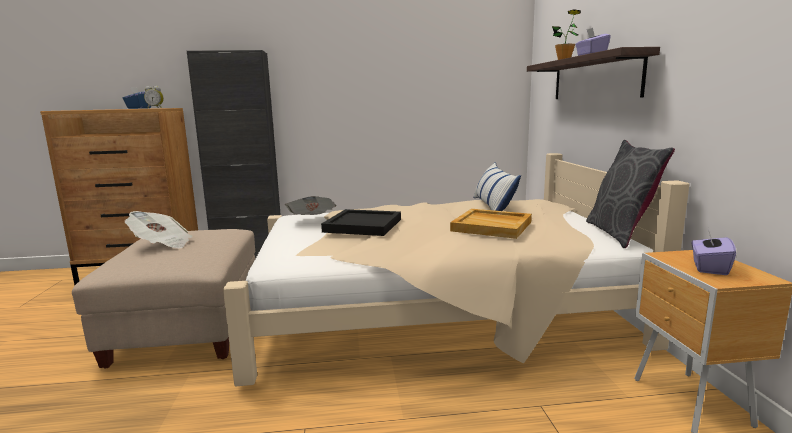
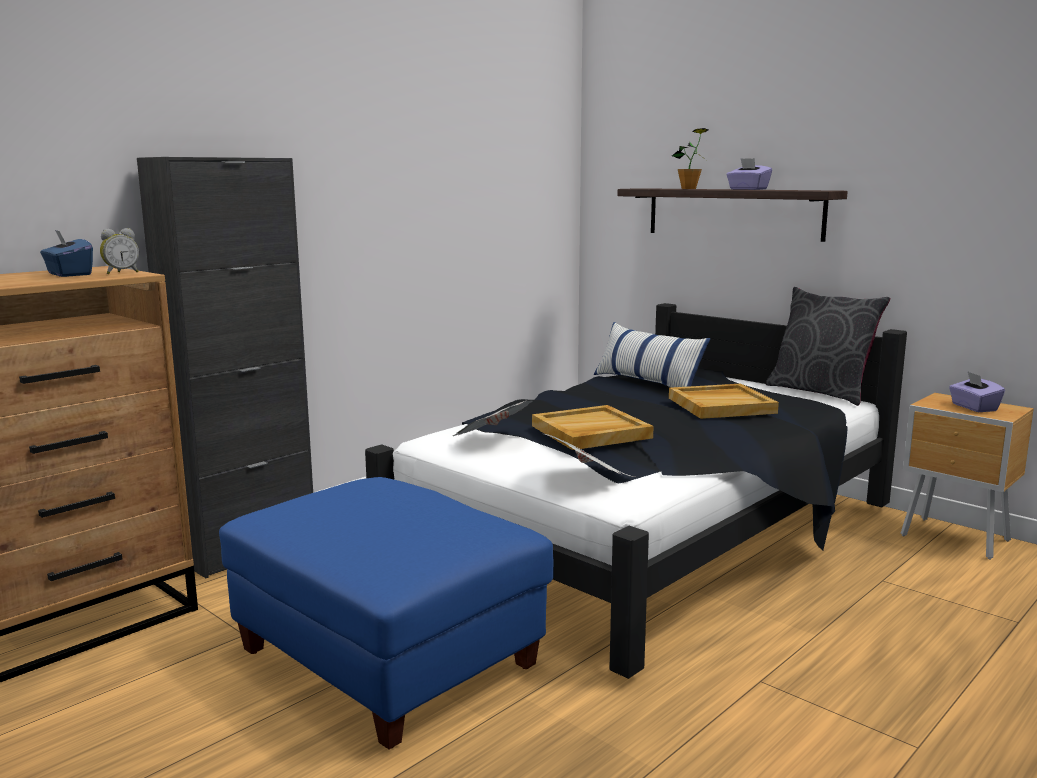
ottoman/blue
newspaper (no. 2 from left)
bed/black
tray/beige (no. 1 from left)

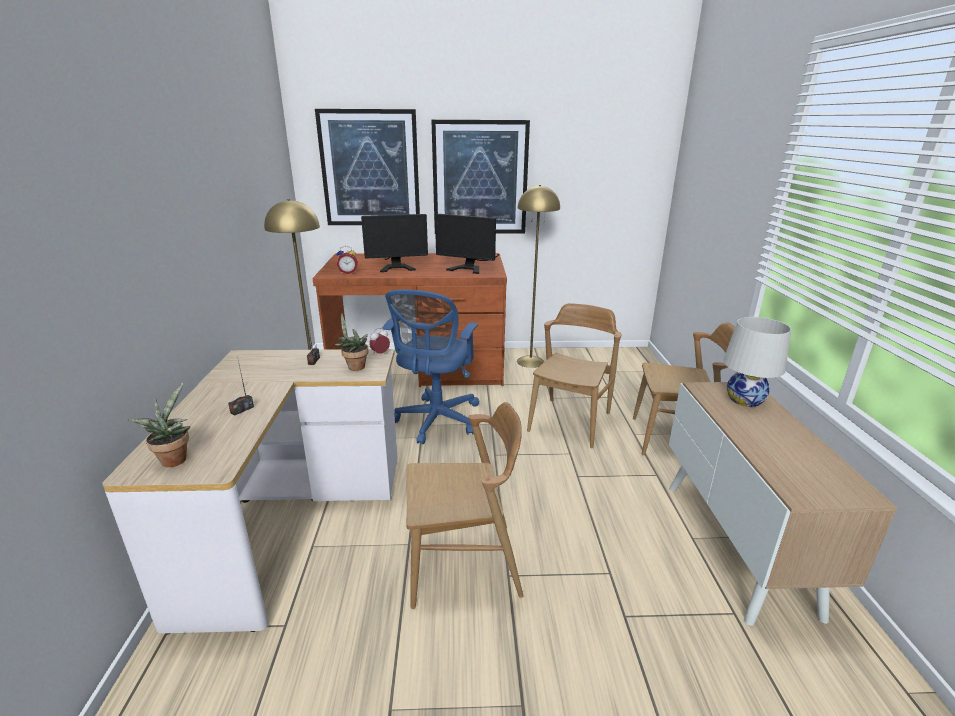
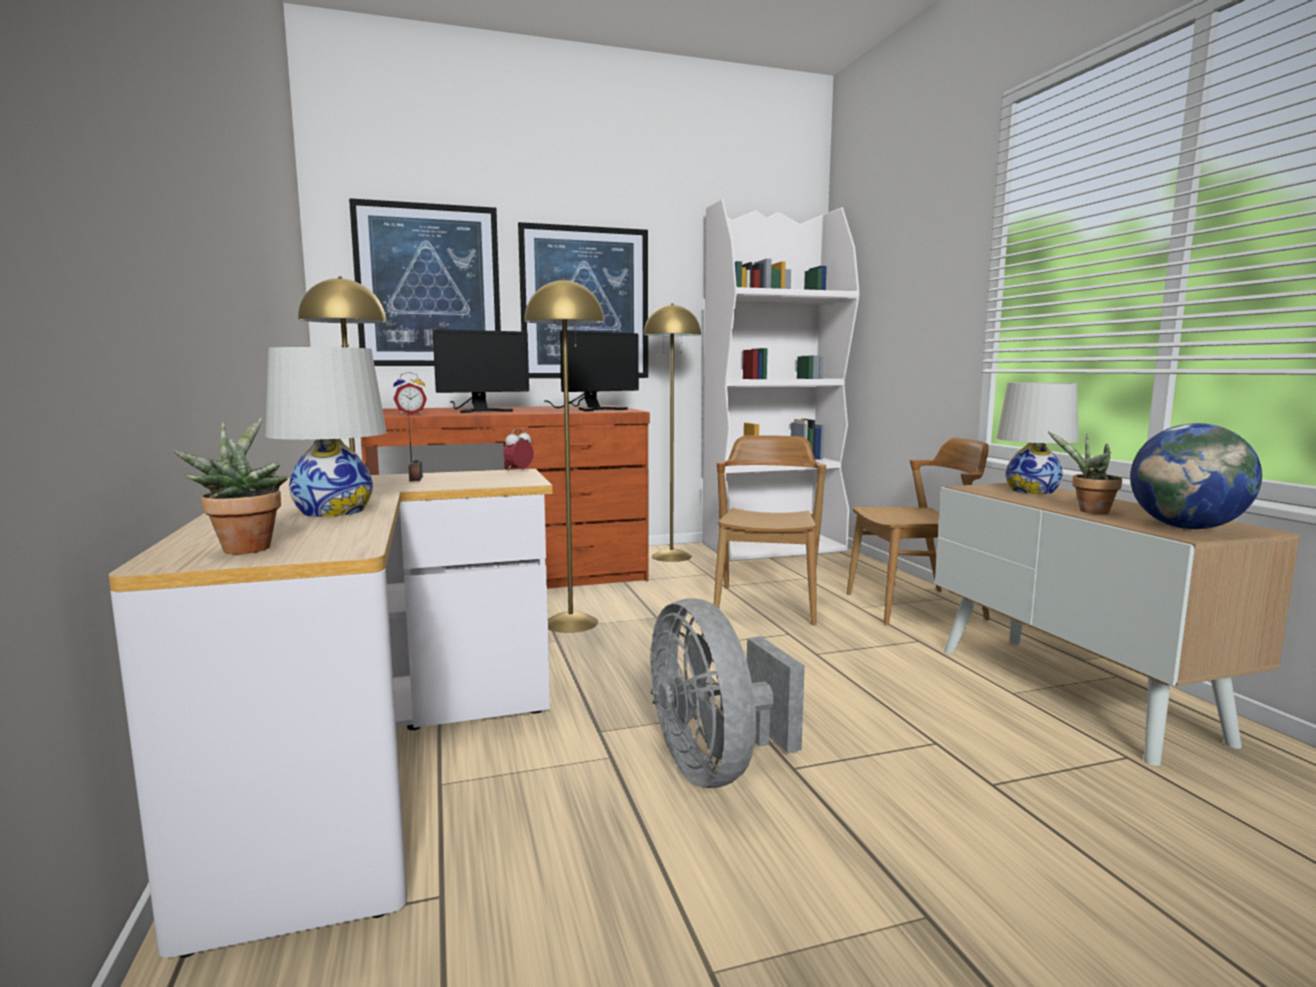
table lamp/white (no. 1 from left)
potted plant (no. 2 from left)
floor lamp/yellow (no. 2 from left)
fan/grey
monitor (no. 2 from left)
bookcase/white
globe

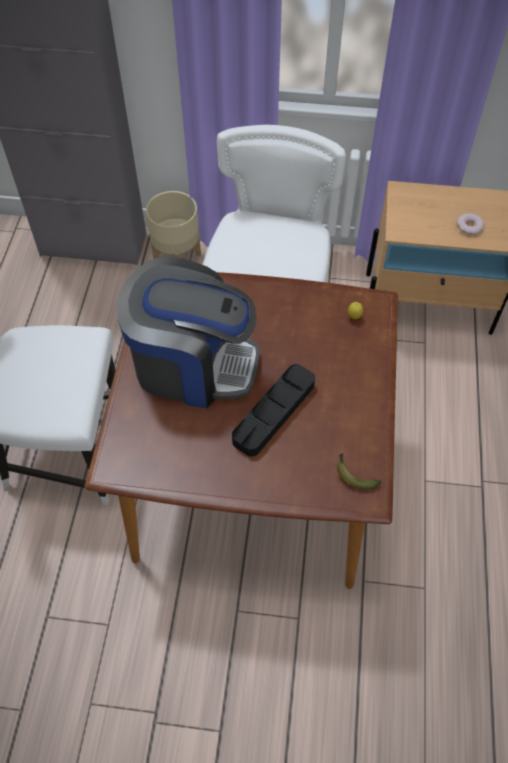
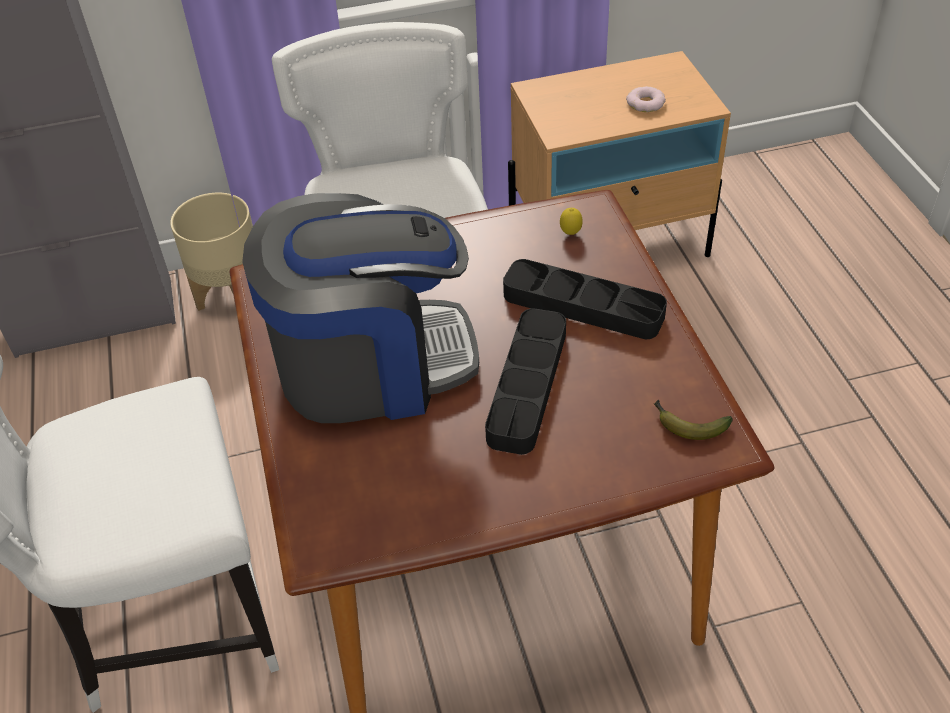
tray/black (no. 2 from left)

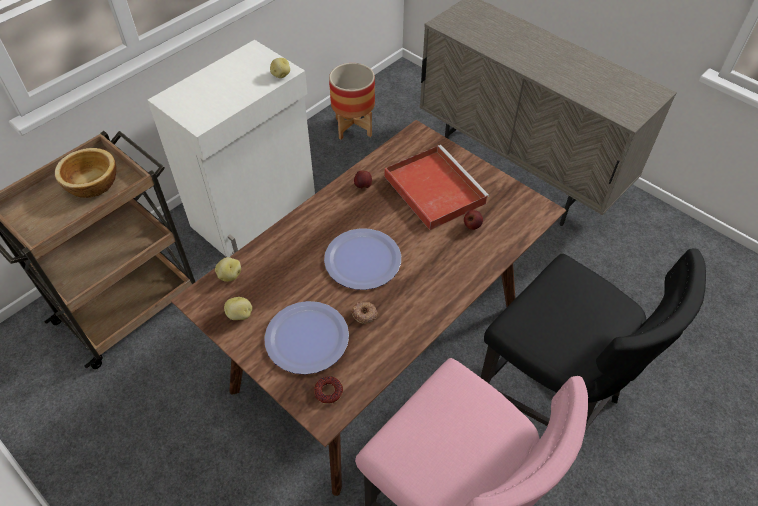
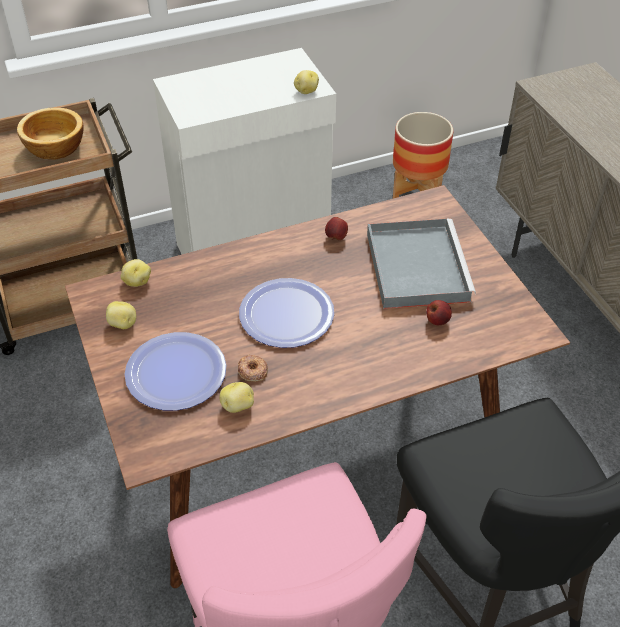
donut (no. 1 from left in the first image)
tray/grey
potato (no. 3 from left)

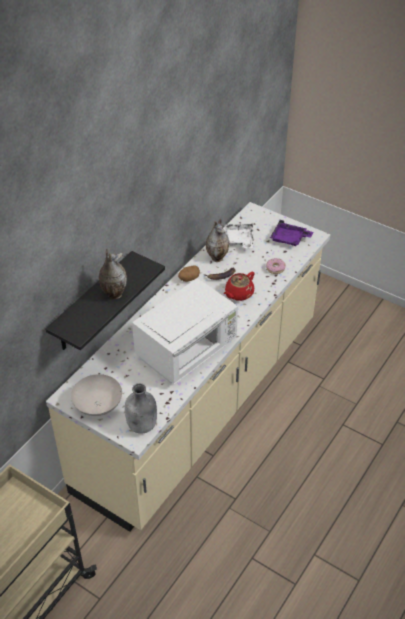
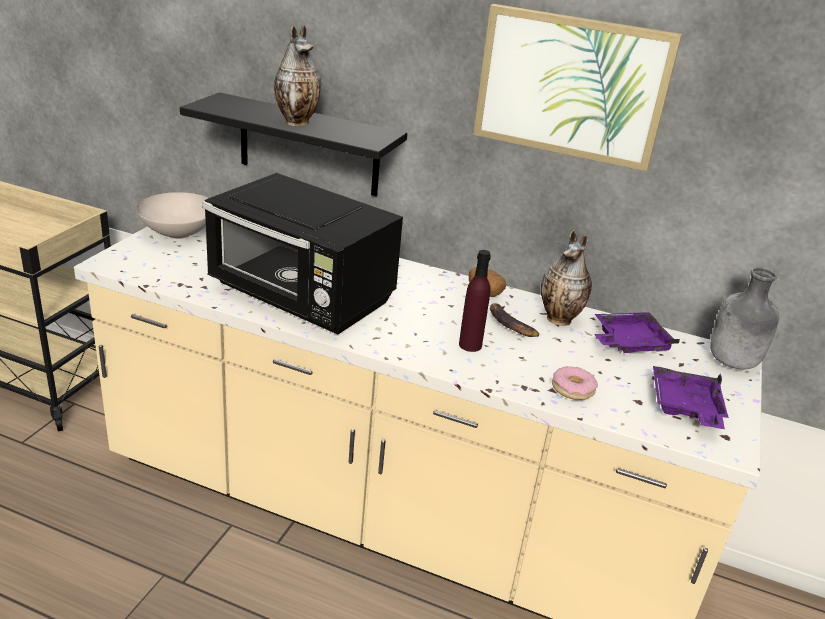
bottle/grey
microwave/black
bottle/purple
tray/purple (no. 1 from left)
picture

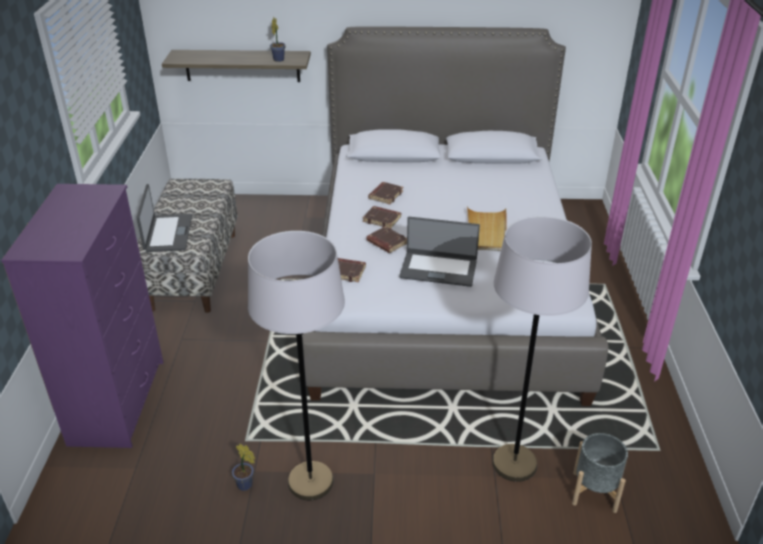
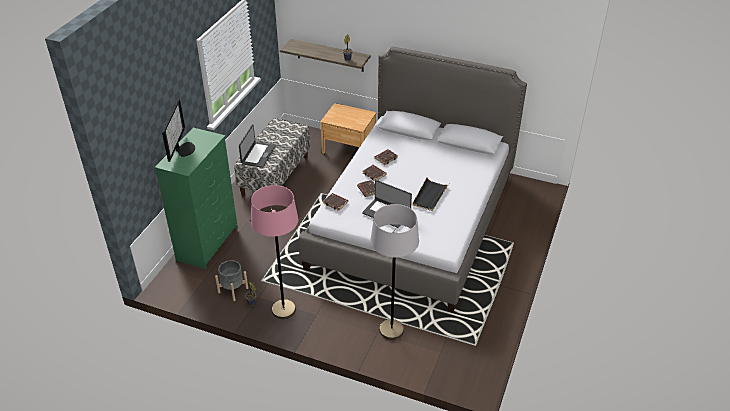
dresser/green
floor lamp/pink
tray/black
planter/grey
monitor
nightstand/brown

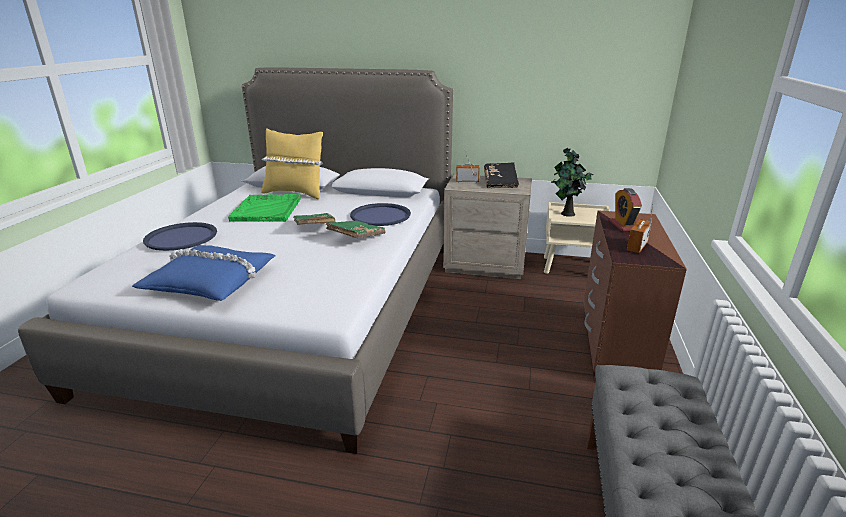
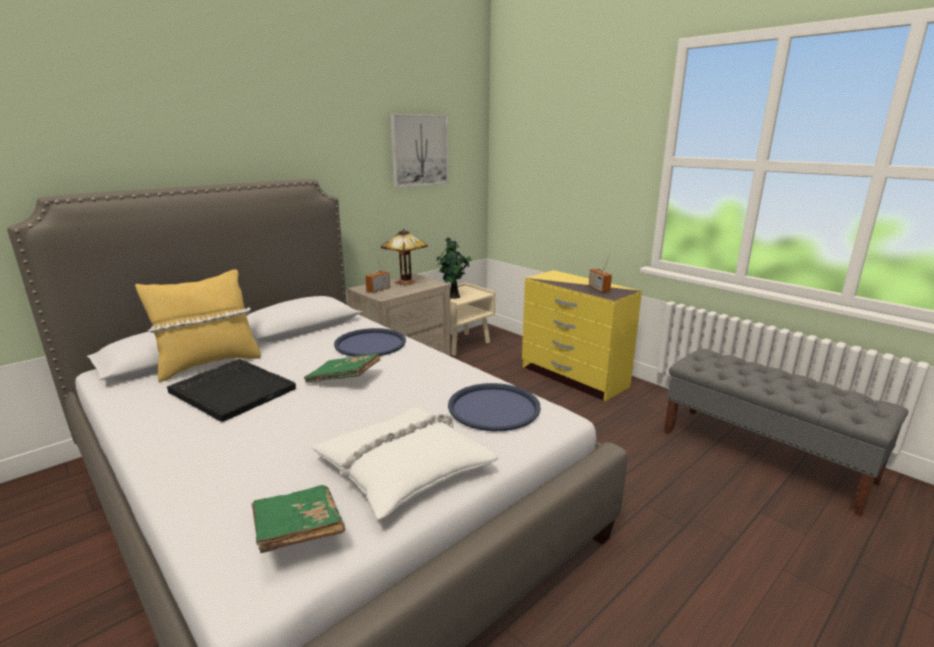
pillow/white
tray/blue (no. 2 from left)
tray/black
book/green (no. 1 from left)
table lamp
dresser/yellow
alarm clock
picture

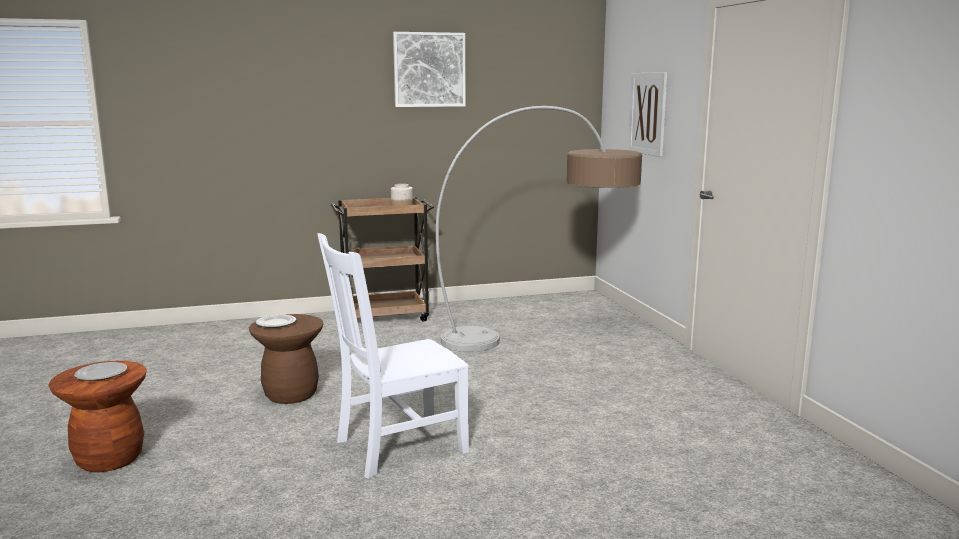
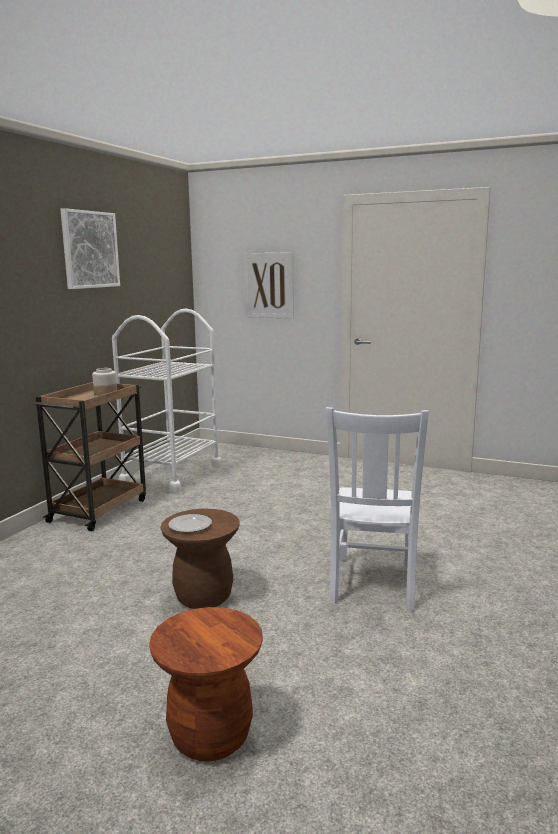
plate (no. 1 from left in the first image)
floor lamp
cart/white

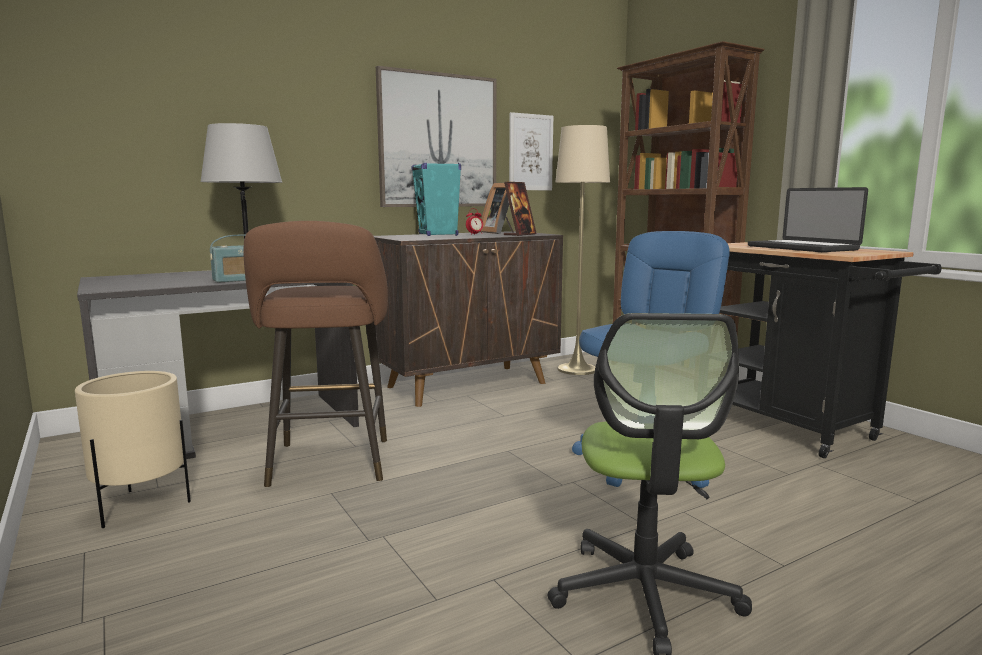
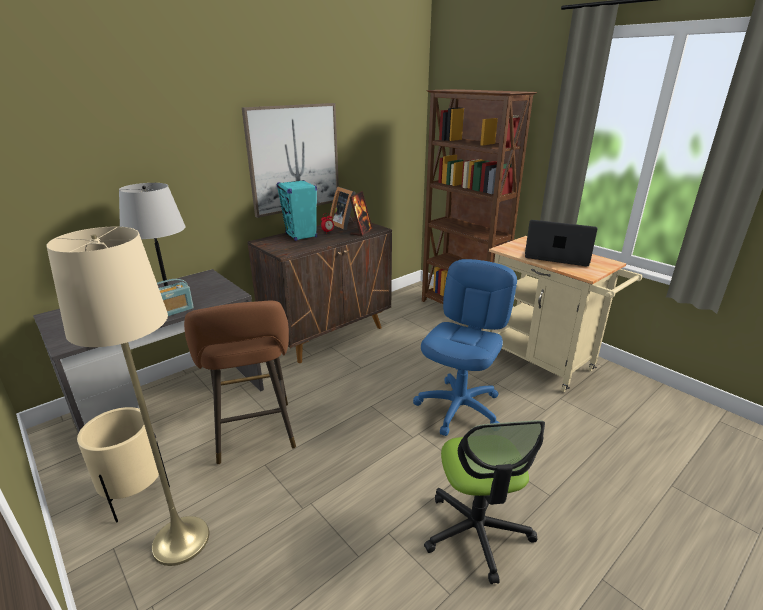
picture (no. 2 from left in the first image)
floor lamp/beige
cart/beige
laptop

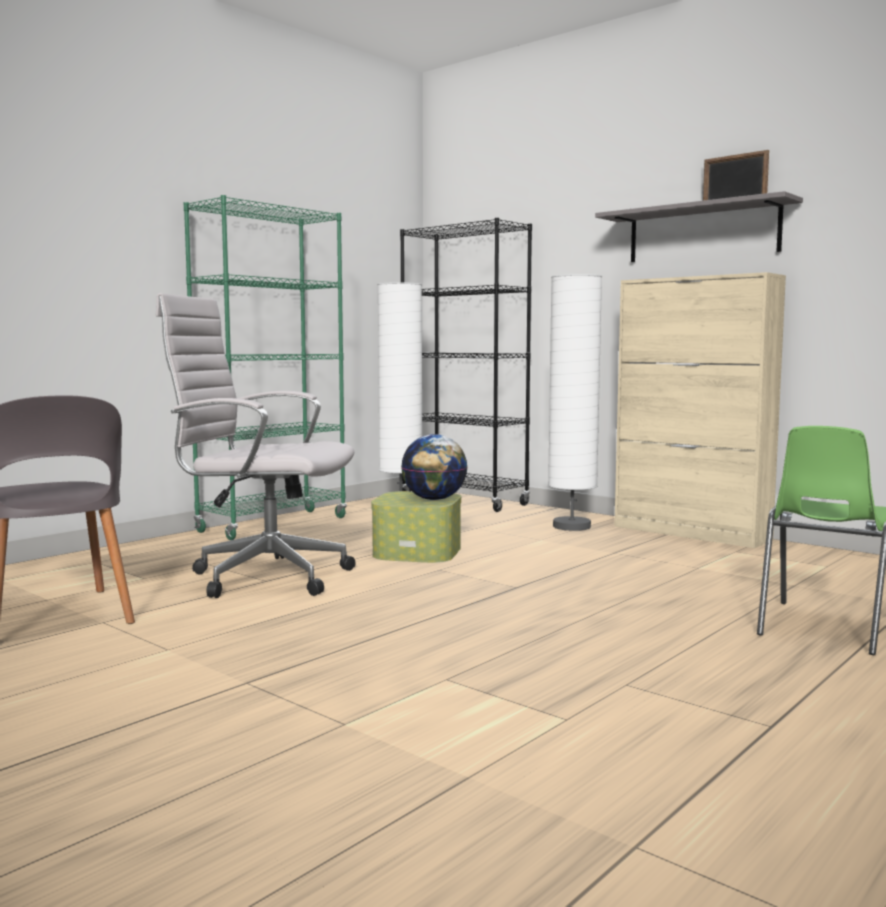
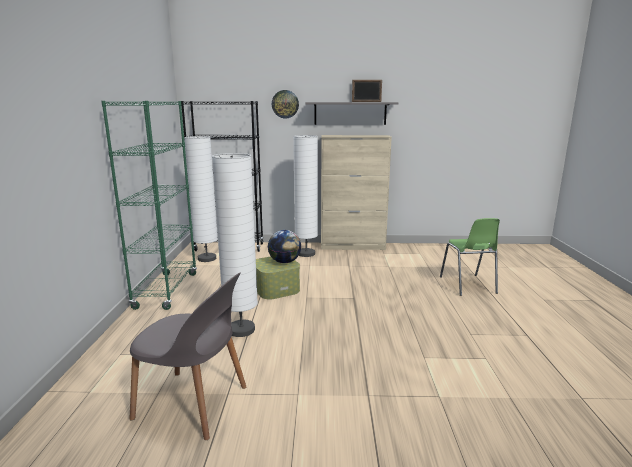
floor lamp/white (no. 2 from left)
wall clock

